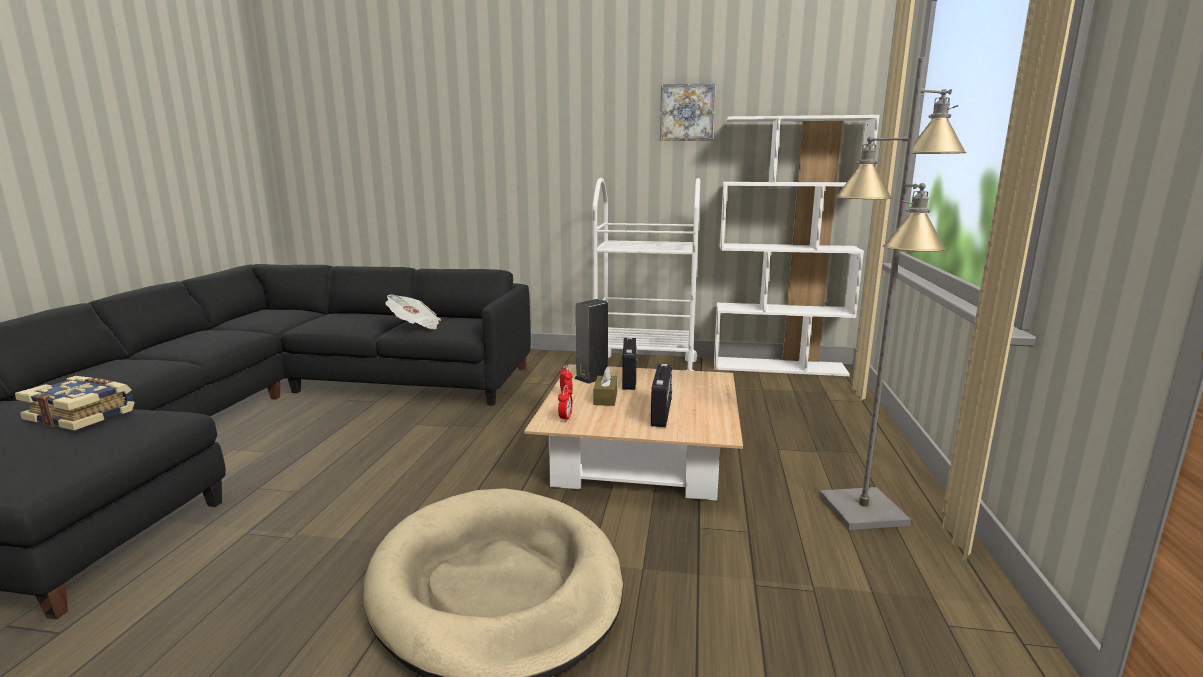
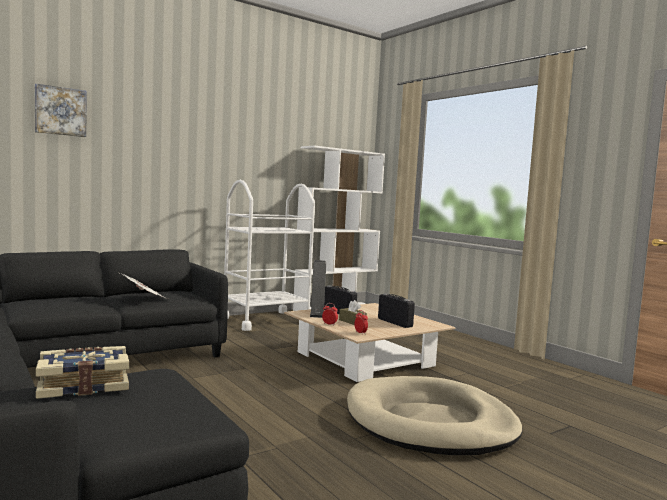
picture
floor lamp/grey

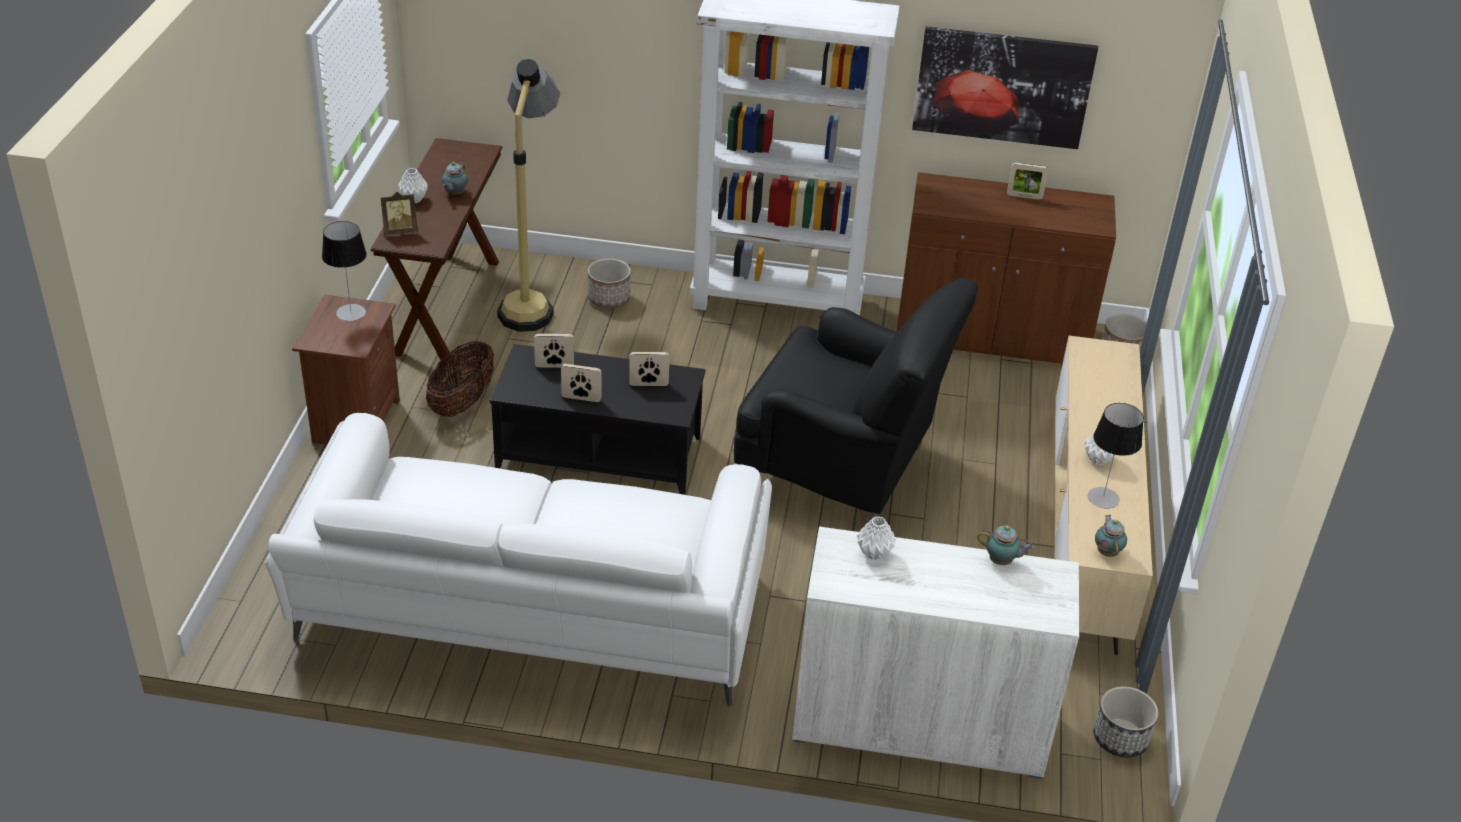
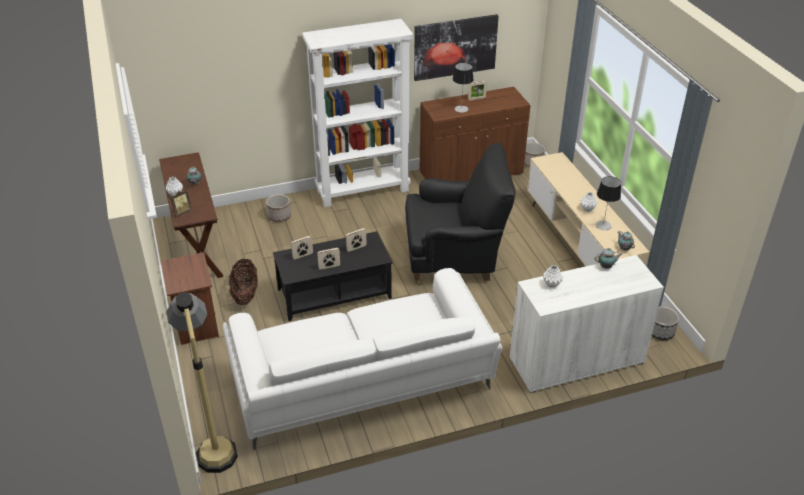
table lamp (no. 1 from left)
floor lamp

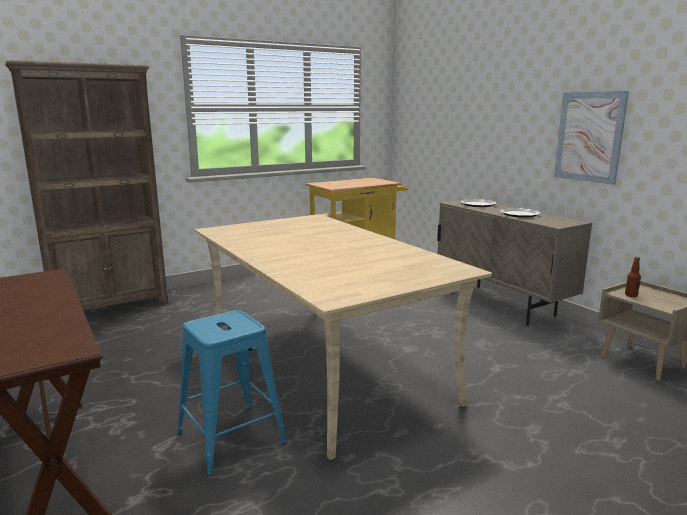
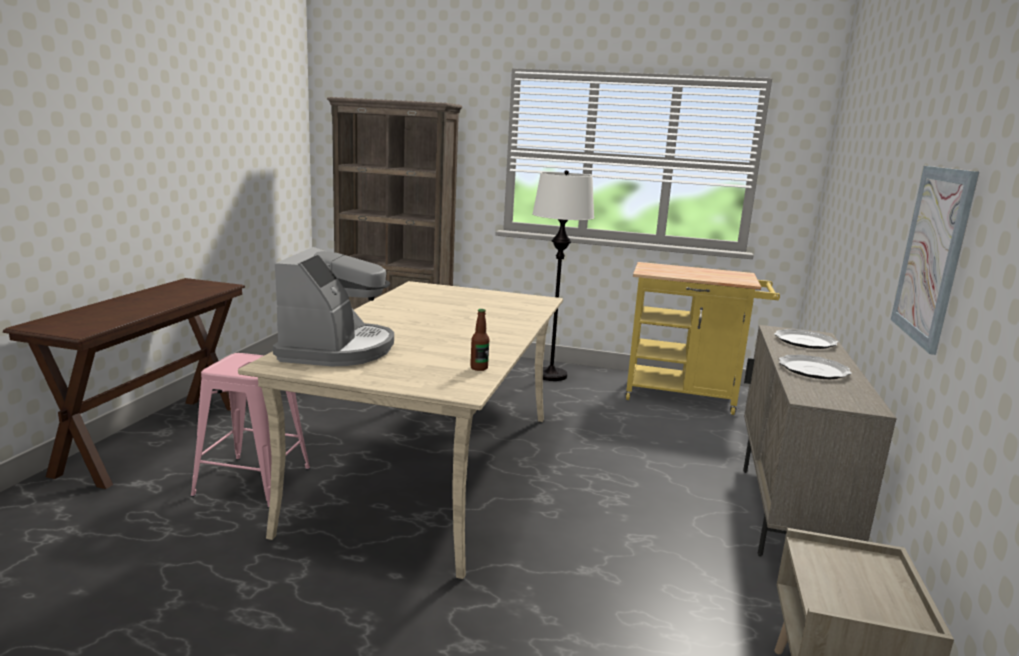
stool/pink
bottle
coffee machine
floor lamp/white

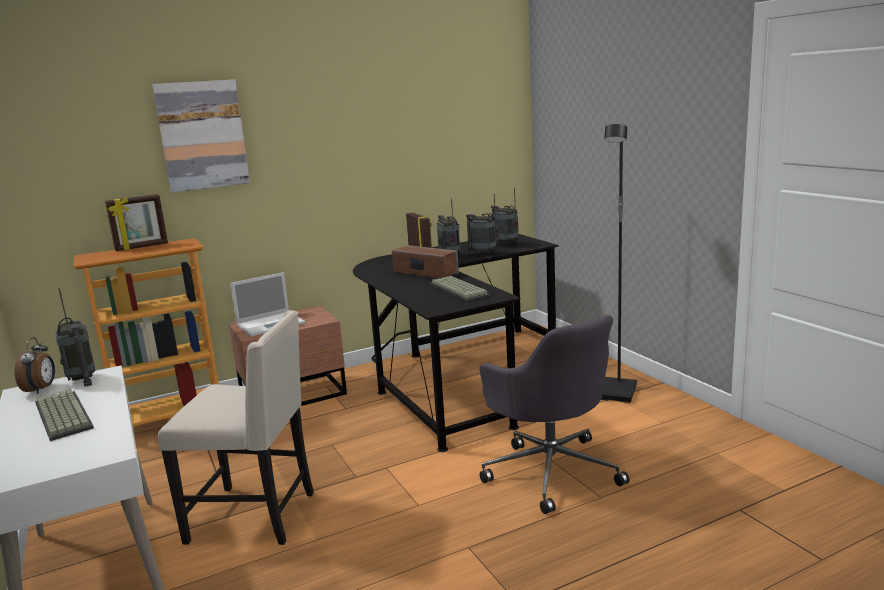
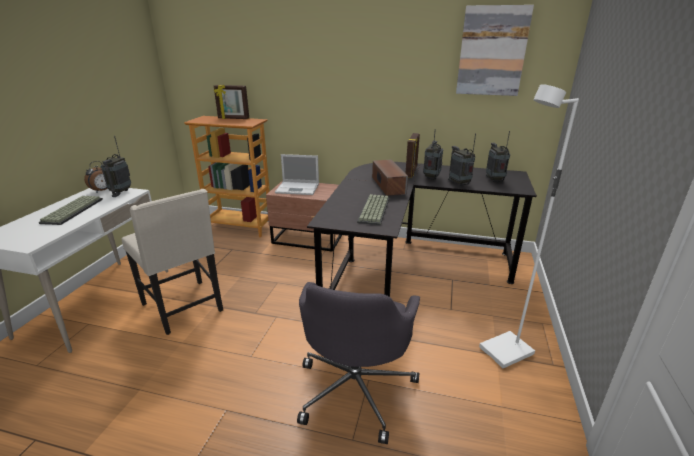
picture
floor lamp/white

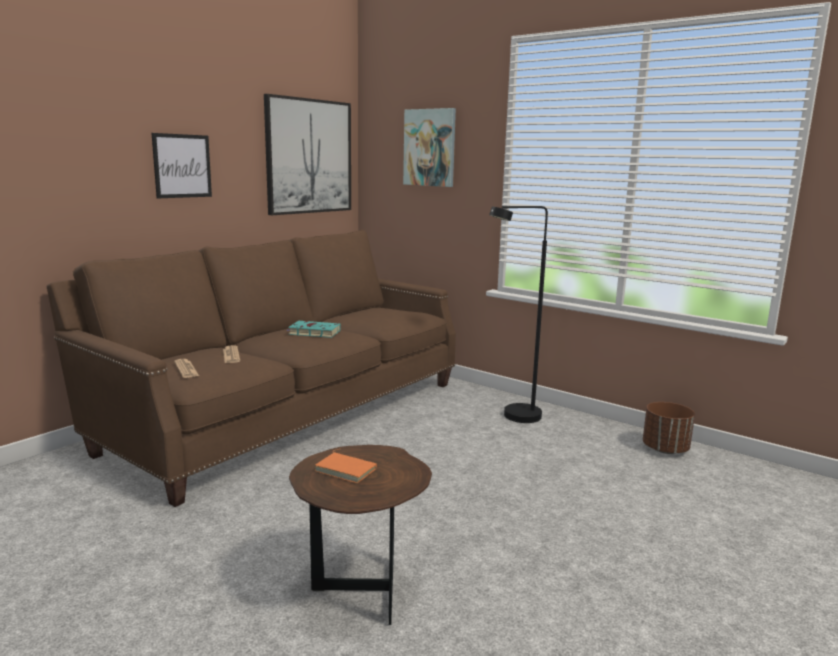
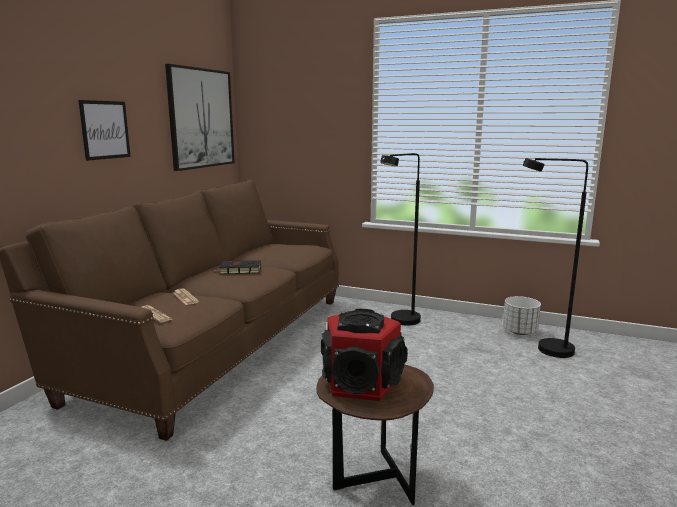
book/black
speaker
picture (no. 3 from left in the first image)
planter/white
floor lamp/black (no. 2 from left)

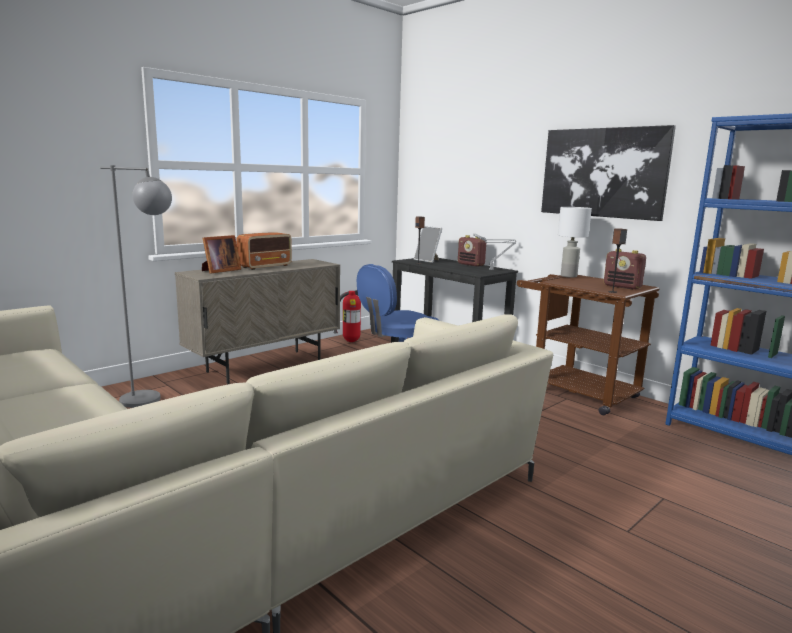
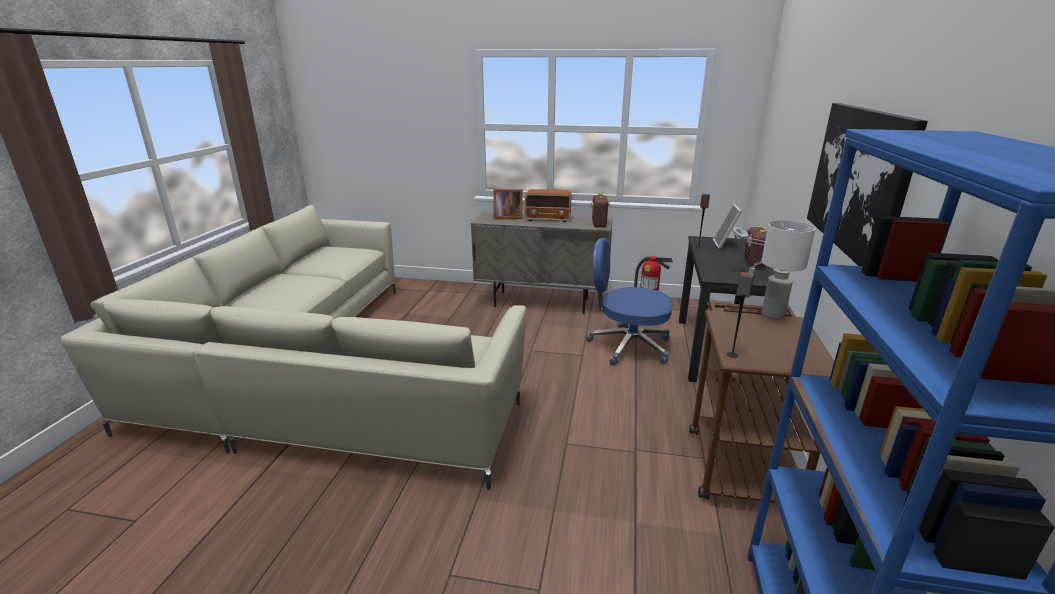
floor lamp/grey
radio (no. 2 from left)

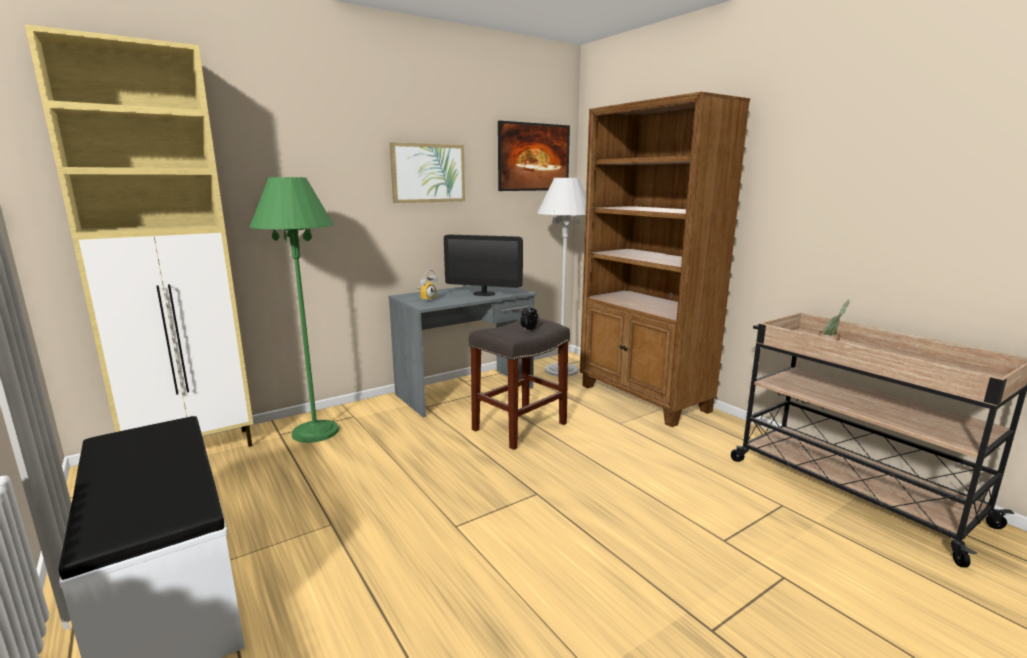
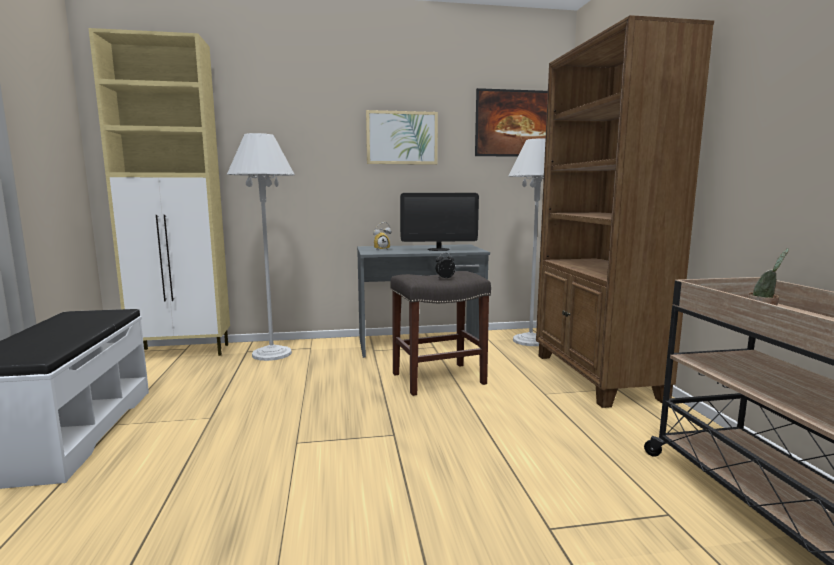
floor lamp/white (no. 1 from left)
monitor

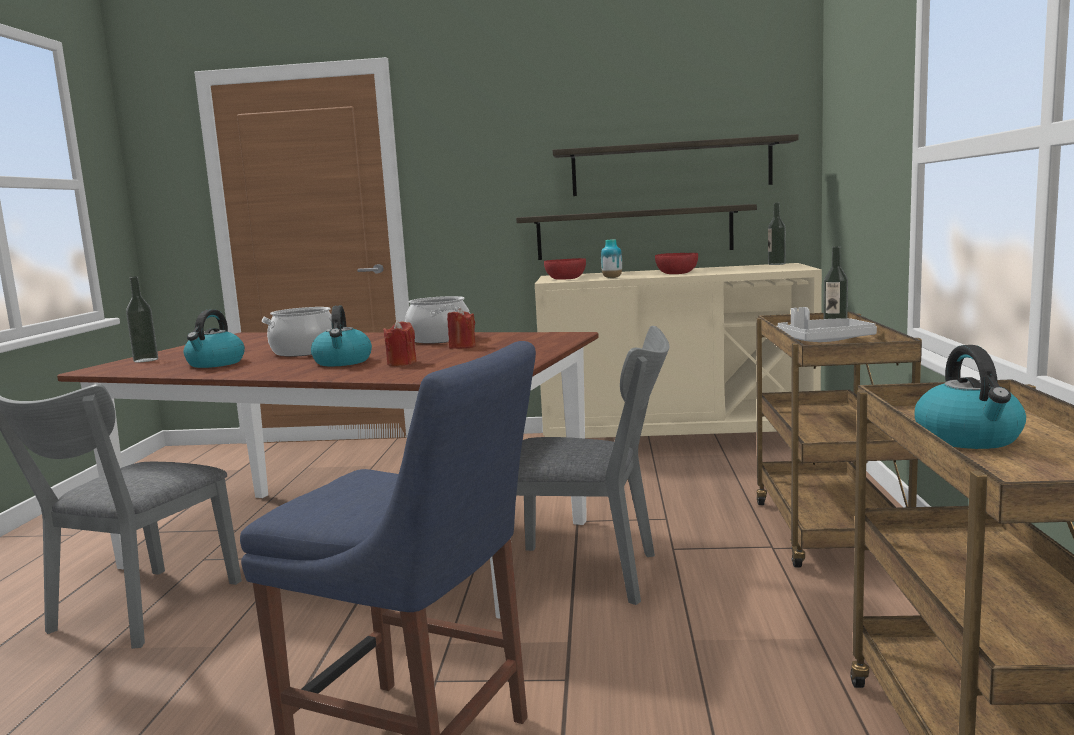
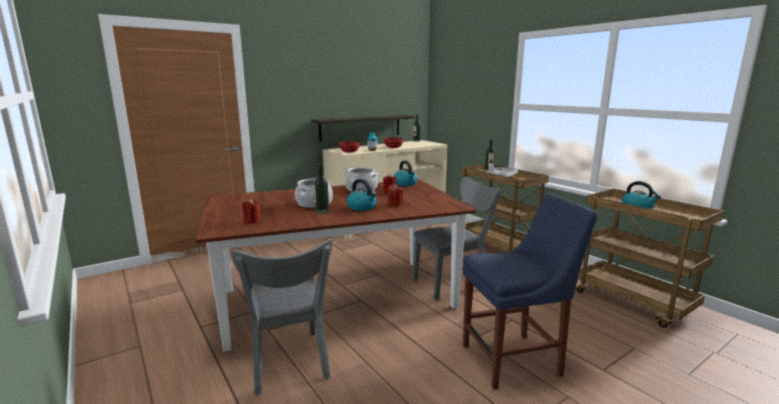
bottle (no. 1 from left)
kettle (no. 2 from left)
shelf (no. 2 from left in the first image)
candle/red (no. 1 from left)

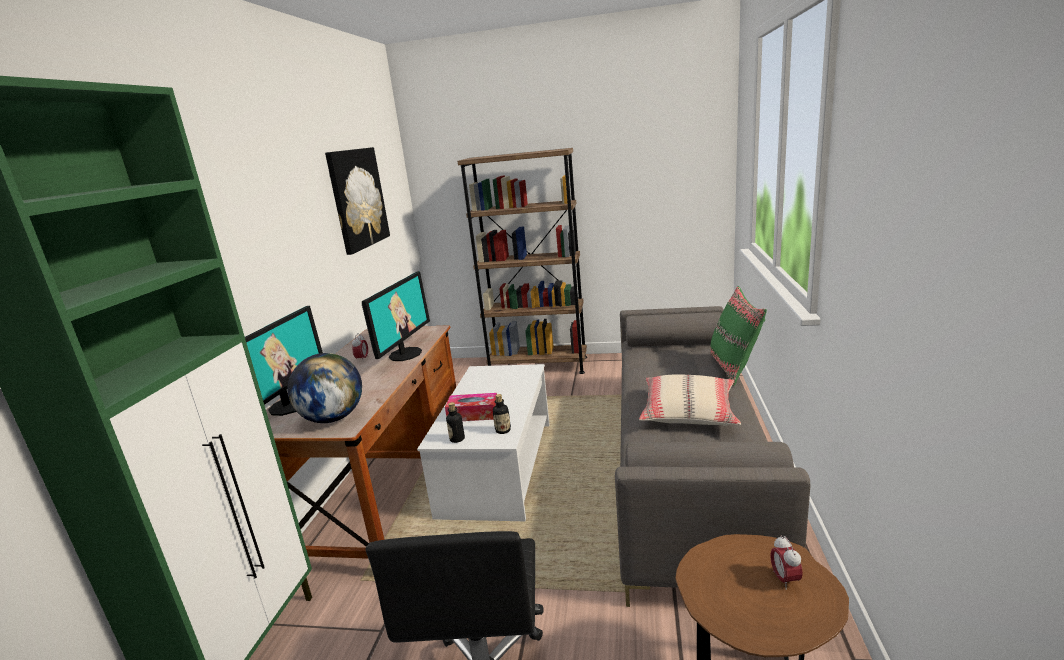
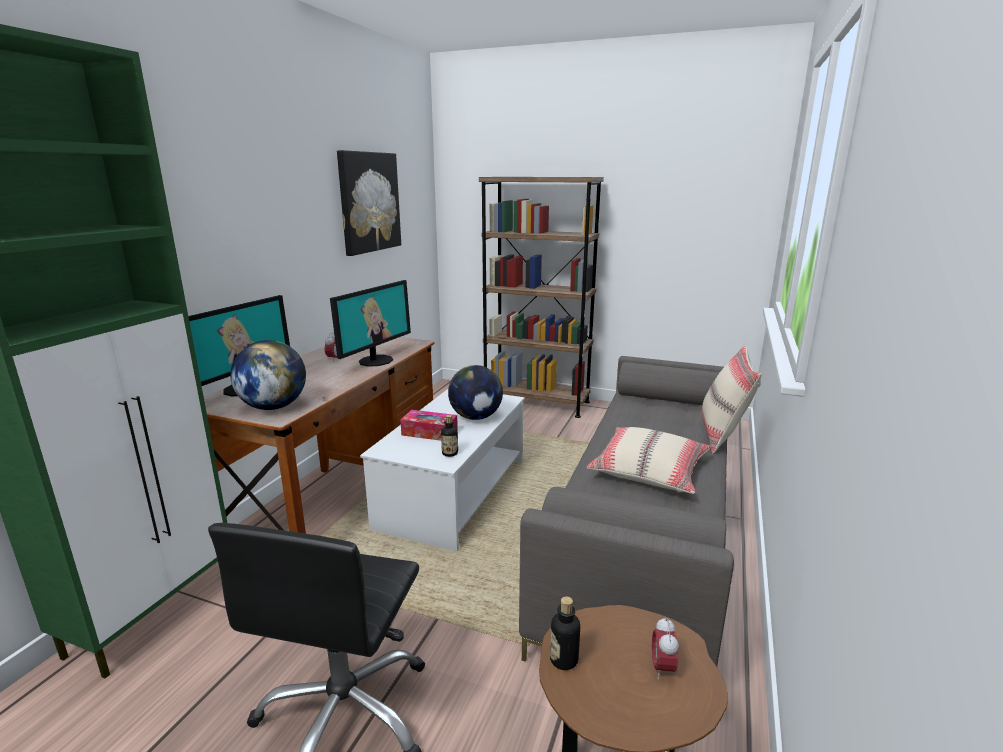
bottle (no. 2 from left)
pillow/beige (no. 2 from left)
globe (no. 2 from left)

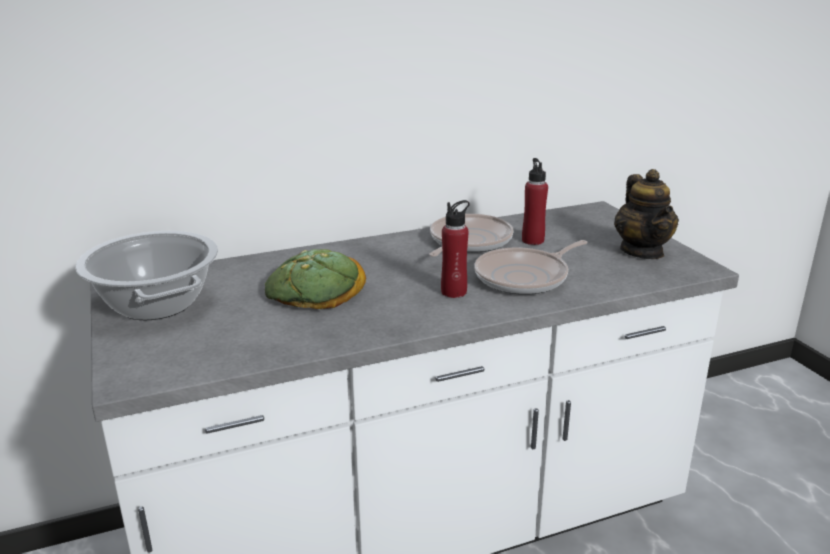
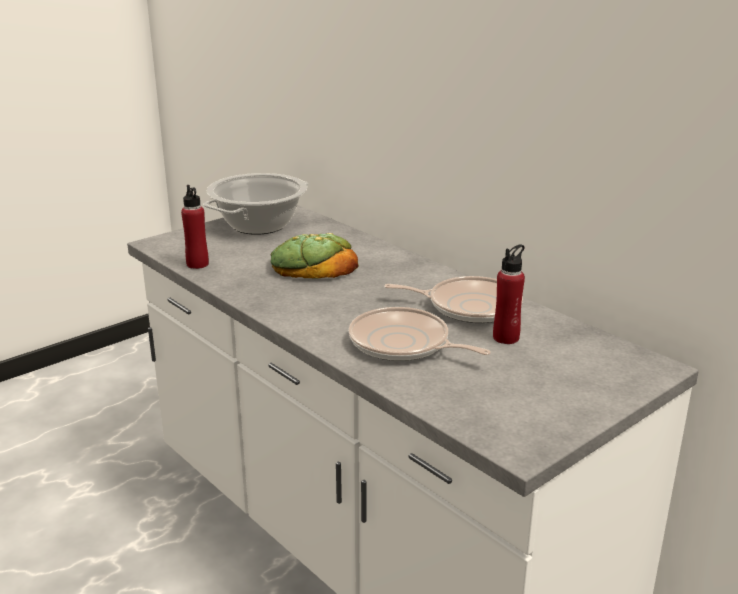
bottle/red (no. 1 from left)
teapot

